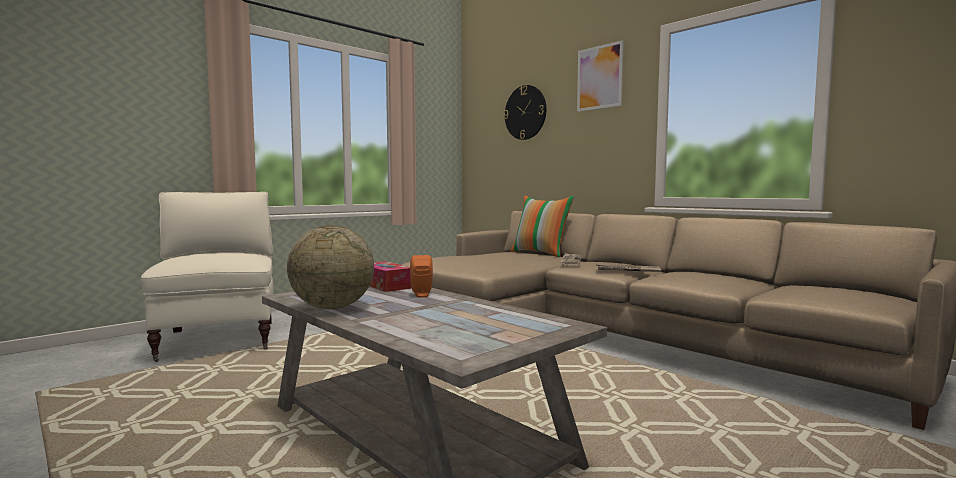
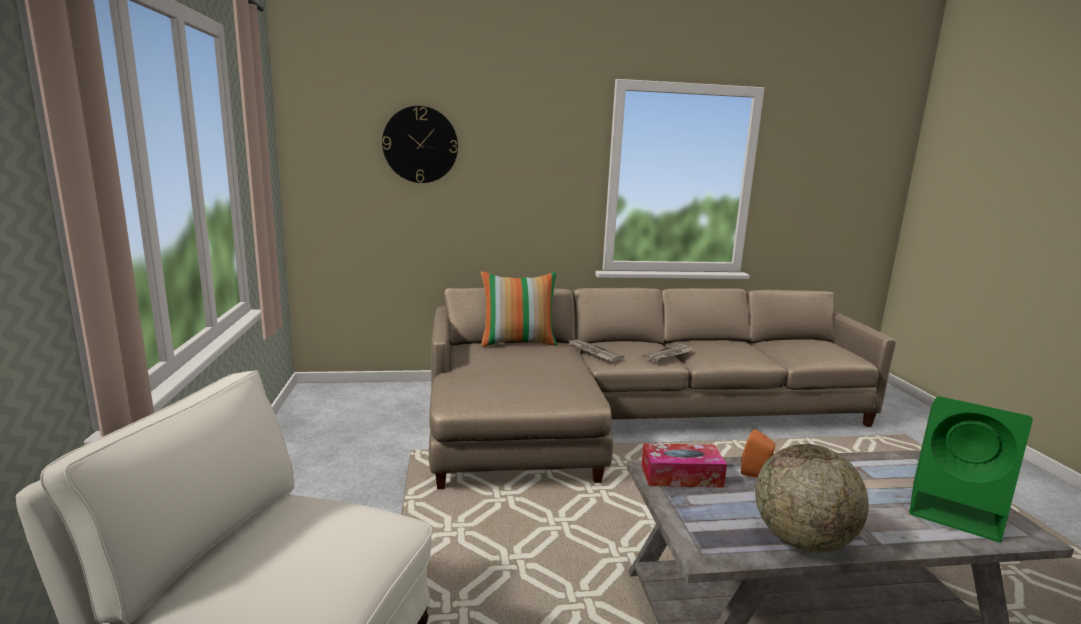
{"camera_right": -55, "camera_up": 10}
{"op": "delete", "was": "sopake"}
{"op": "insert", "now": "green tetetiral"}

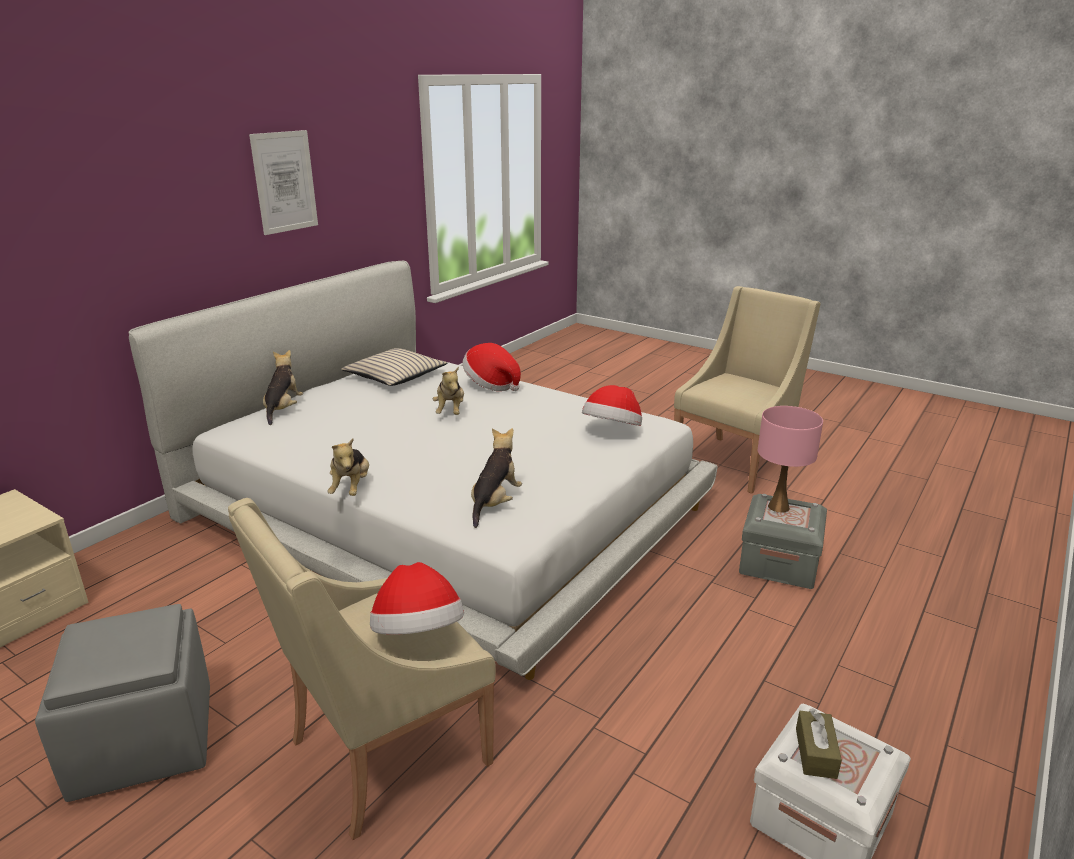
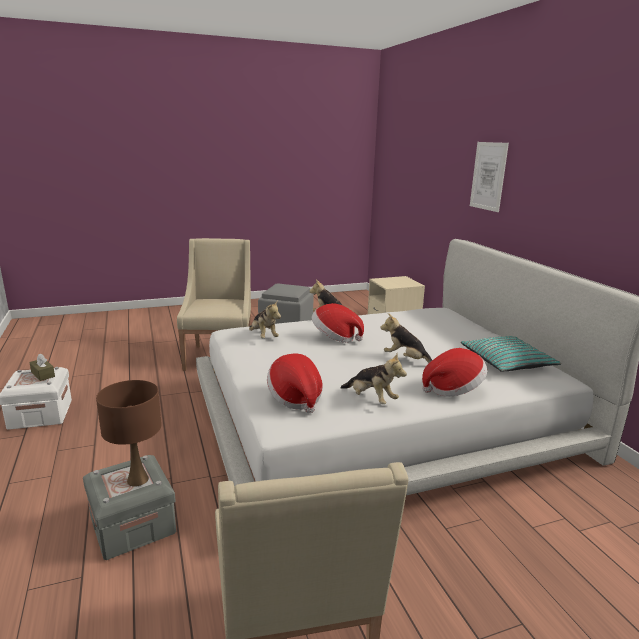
{"camera_right": 125, "camera_up": -5}
{"op": "move", "was": "sopake"}
{"op": "move", "was": "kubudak (1st from left in the first image)", "now": "kubudak (3rd from left)"}
{"op": "move", "was": "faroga (1st from left in the first image)", "now": "faroga (2nd from left)"}
{"op": "recolor", "was": "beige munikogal", "now": "turquoise munikogal"}
{"op": "recolor", "was": "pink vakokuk", "now": "brown vakokuk"}

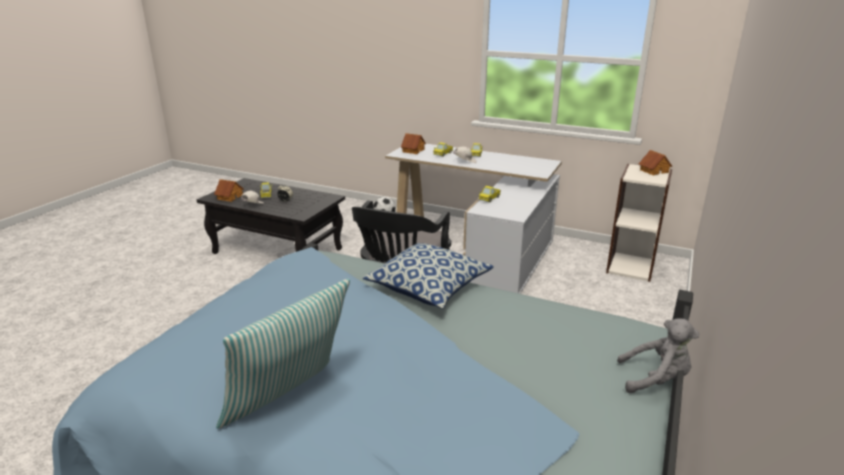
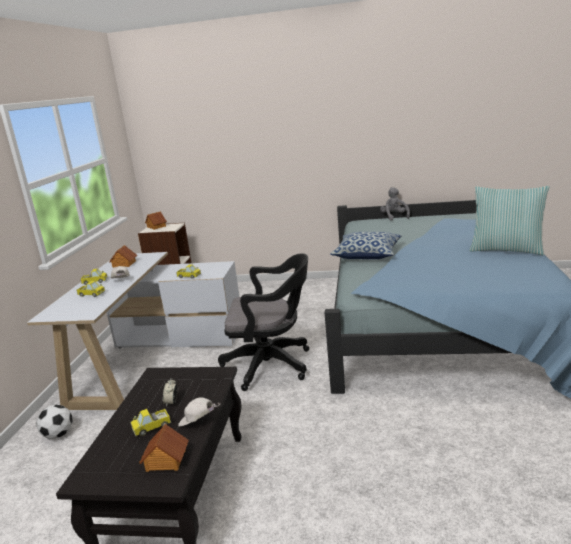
{"camera_right": -105, "camera_up": -5}
{"op": "move", "was": "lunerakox (2nd from left in the first image)", "now": "lunerakox (1st from left)"}

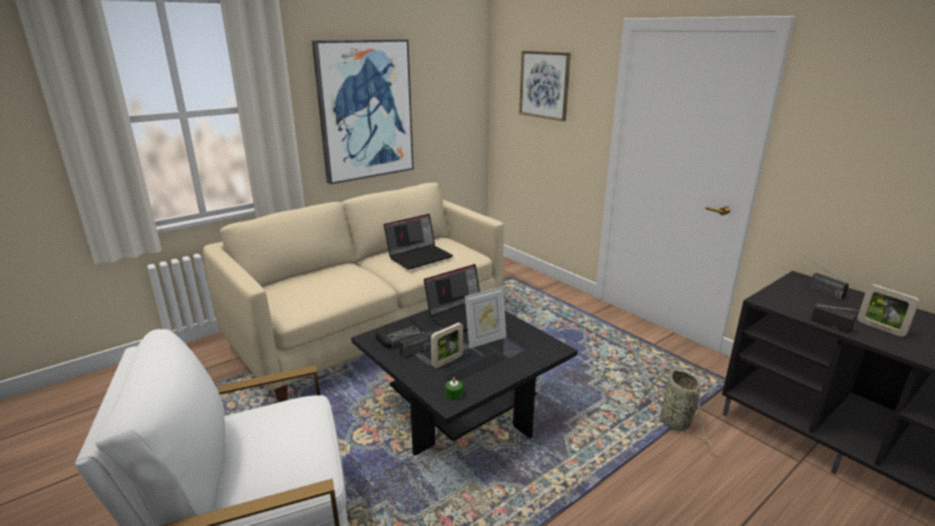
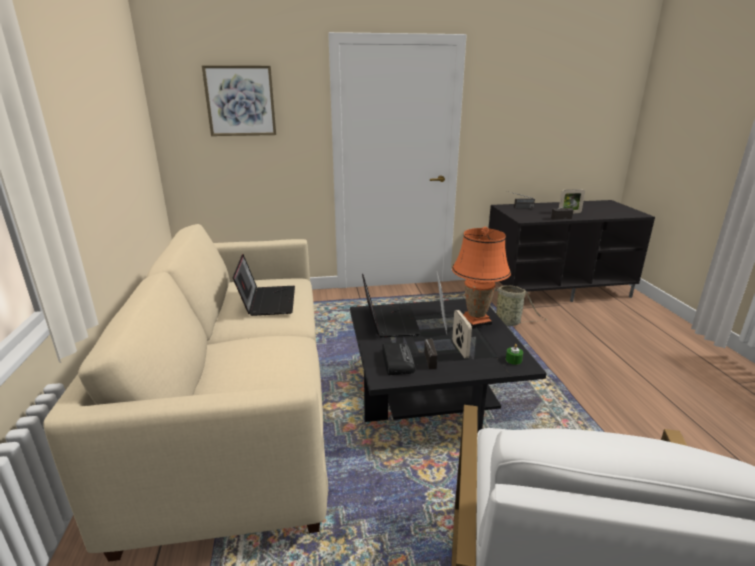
{"camera_right": -60, "camera_up": 0}
{"op": "delete", "was": "sopake (1st from left)"}
{"op": "insert", "now": "orange vakokuk"}

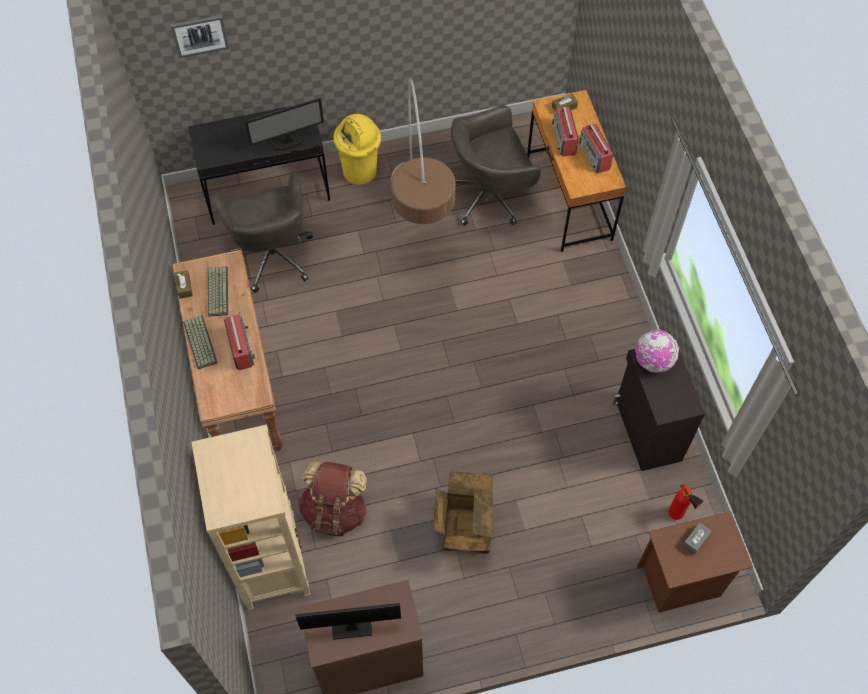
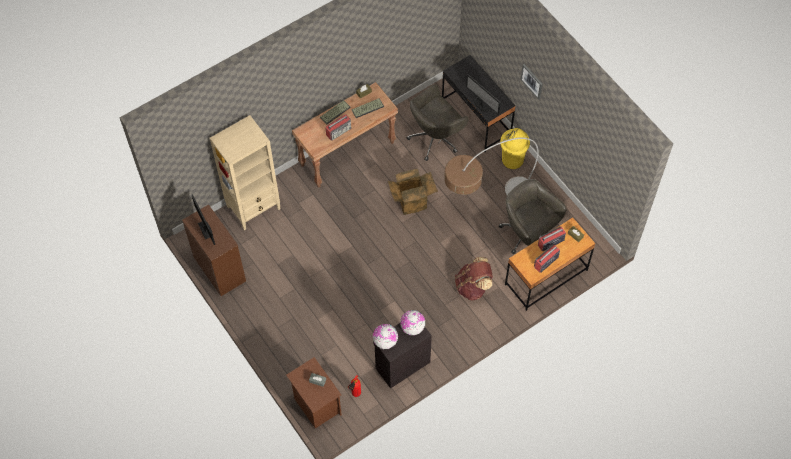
{"camera_right": 70, "camera_up": 0}
{"op": "insert", "now": "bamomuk (1st from left)"}
{"op": "move", "was": "sopake"}
{"op": "move", "was": "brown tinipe"}
{"op": "move", "was": "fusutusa"}

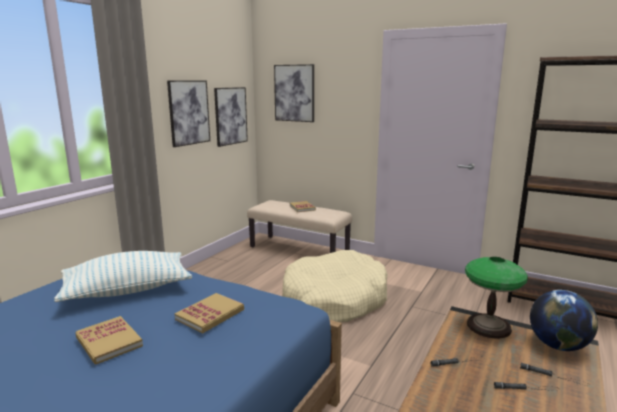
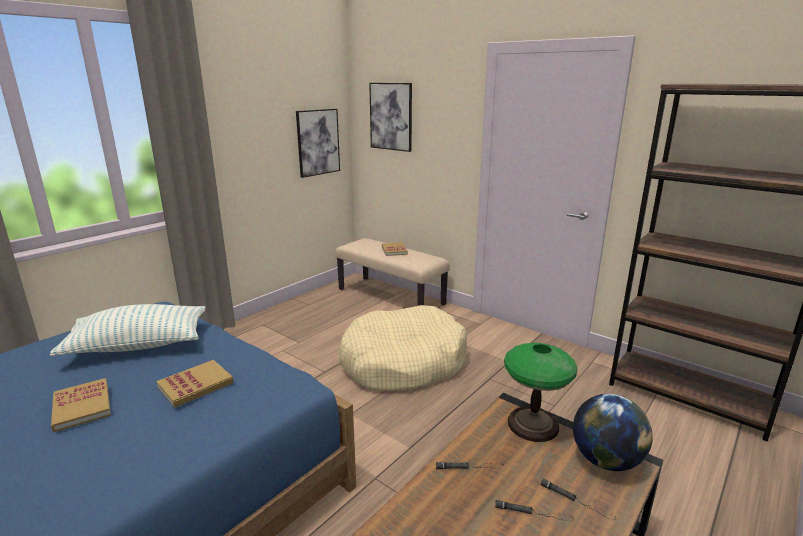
{"camera_right": 10, "camera_up": 5}
{"op": "delete", "was": "sopake (1st from left)"}

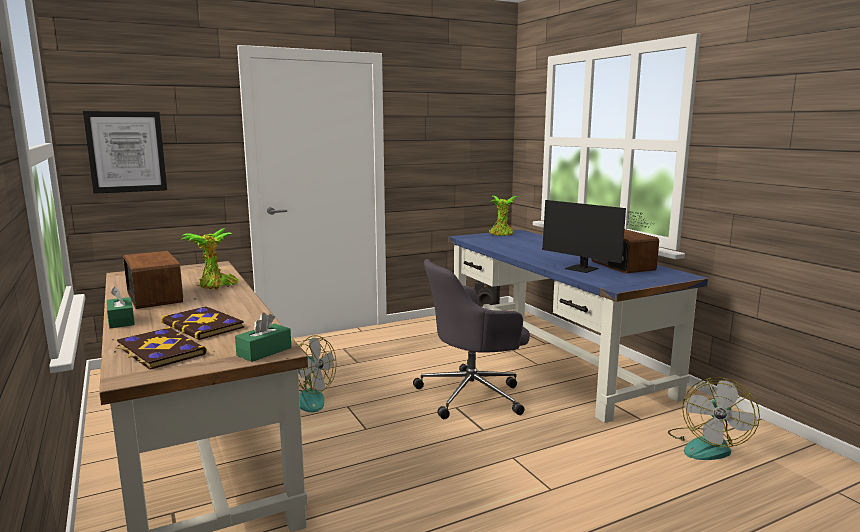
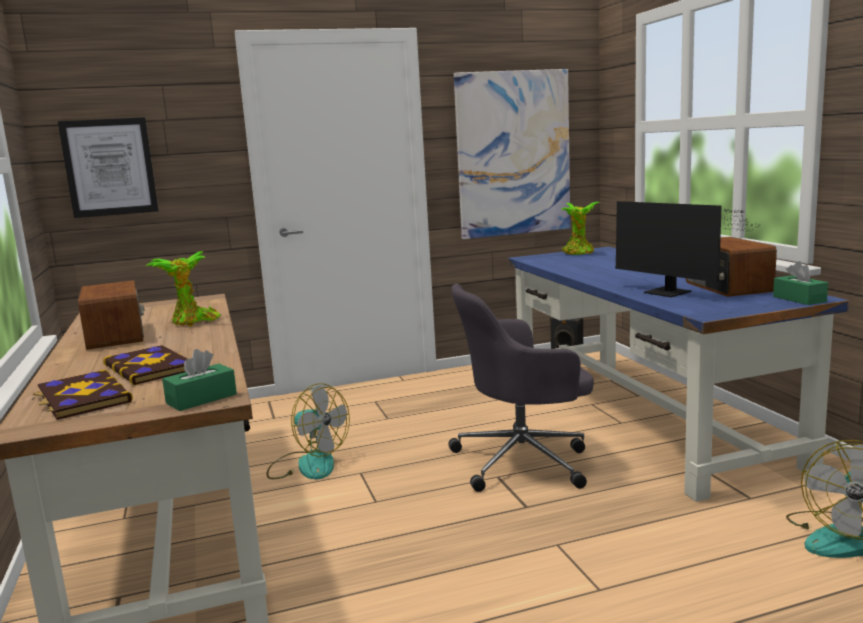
{"camera_right": 10, "camera_up": 0}
{"op": "insert", "now": "sopake (2nd from left)"}
{"op": "move", "was": "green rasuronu (1st from left in the first image)", "now": "green rasuronu (2nd from left)"}

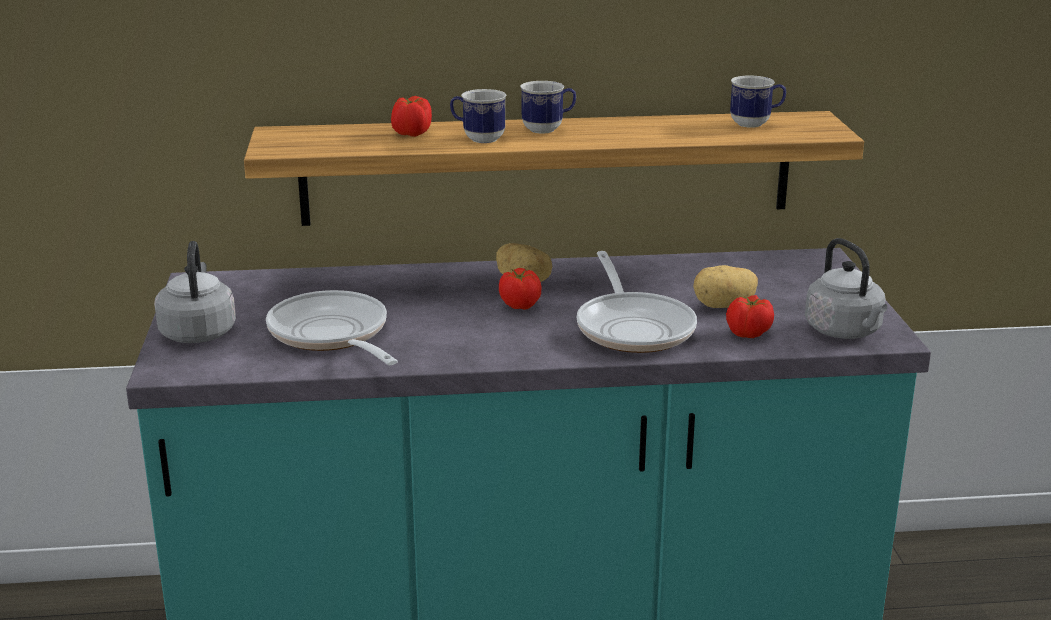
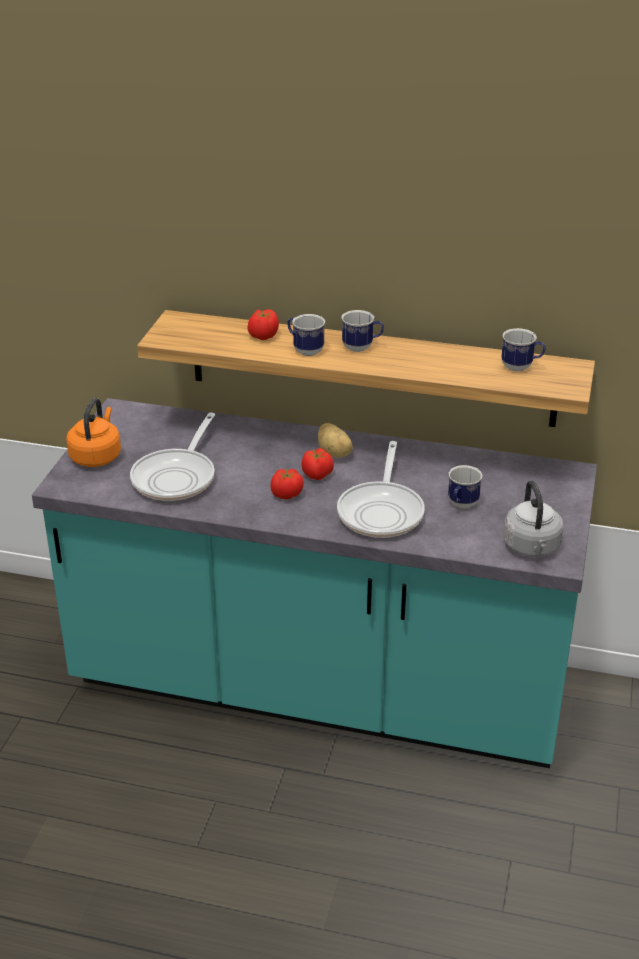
{"camera_right": 20, "camera_up": 10}
{"op": "move", "was": "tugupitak (3rd from left in the first image)", "now": "tugupitak (2nd from left)"}
{"op": "replace", "was": "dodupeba (2nd from left)", "now": "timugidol (3rd from left)"}
{"op": "recolor", "was": "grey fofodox (1st from left)", "now": "orange fofodox"}
{"op": "rotate", "was": "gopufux (1st from left)", "clockwise": -150}

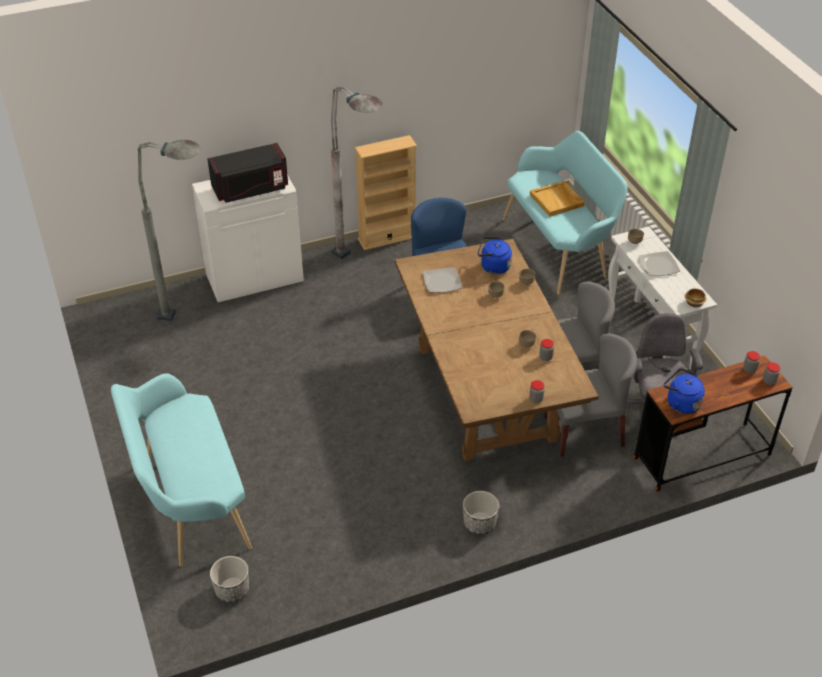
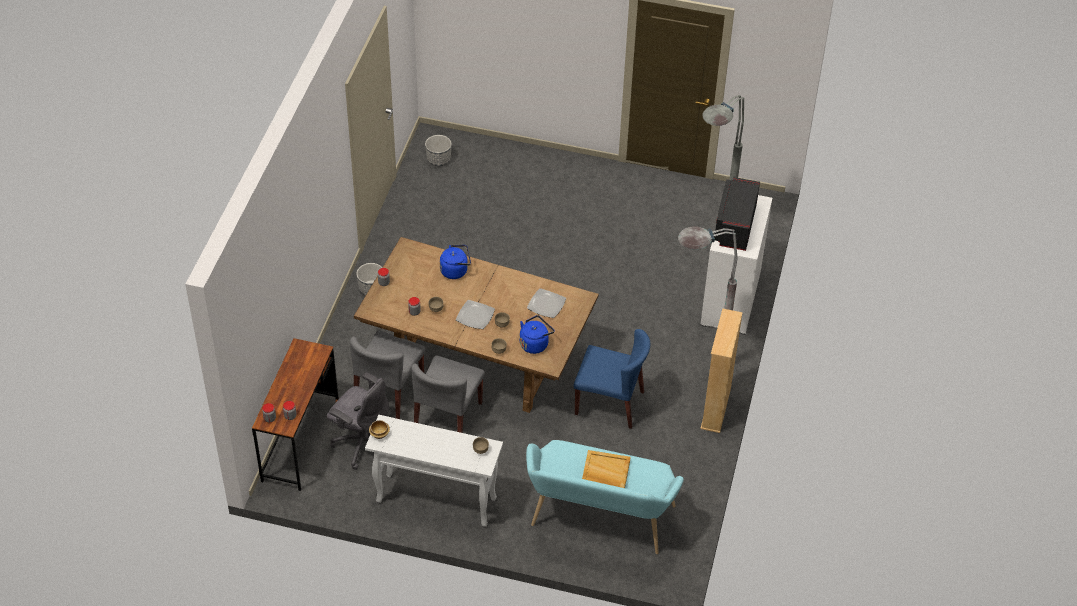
{"camera_right": 125, "camera_up": 5}
{"op": "delete", "was": "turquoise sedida (1st from left)"}
{"op": "move", "was": "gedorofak (2nd from left in the first image)", "now": "gedorofak (1st from left)"}
{"op": "move", "was": "blue fofodox (2nd from left in the first image)", "now": "blue fofodox (1st from left)"}

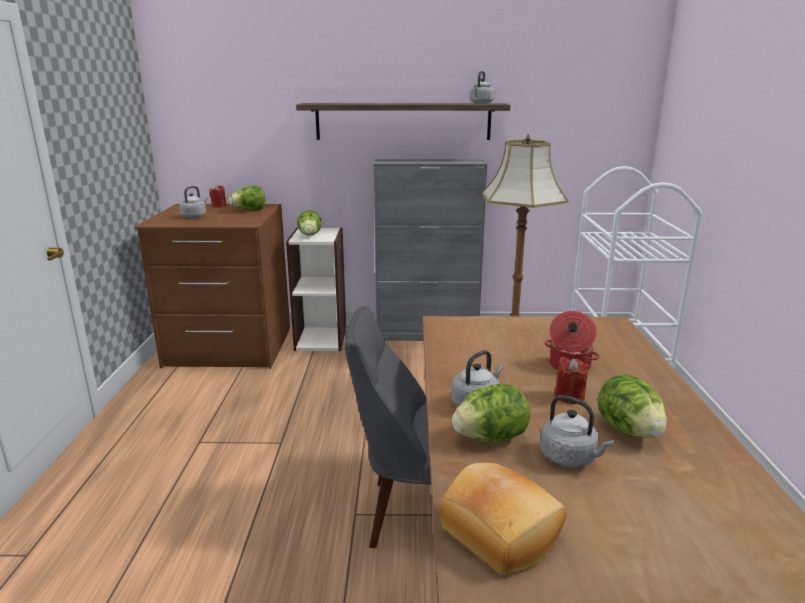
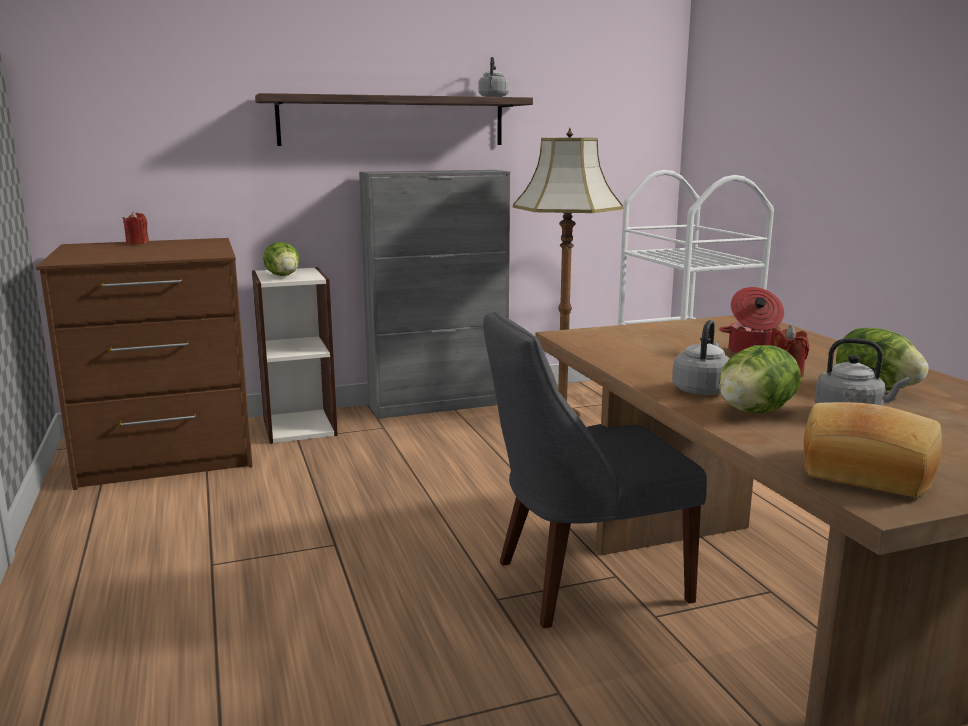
{"camera_right": -20, "camera_up": -5}
{"op": "delete", "was": "grey fofodox (1st from left)"}
{"op": "delete", "was": "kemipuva (1st from left)"}

